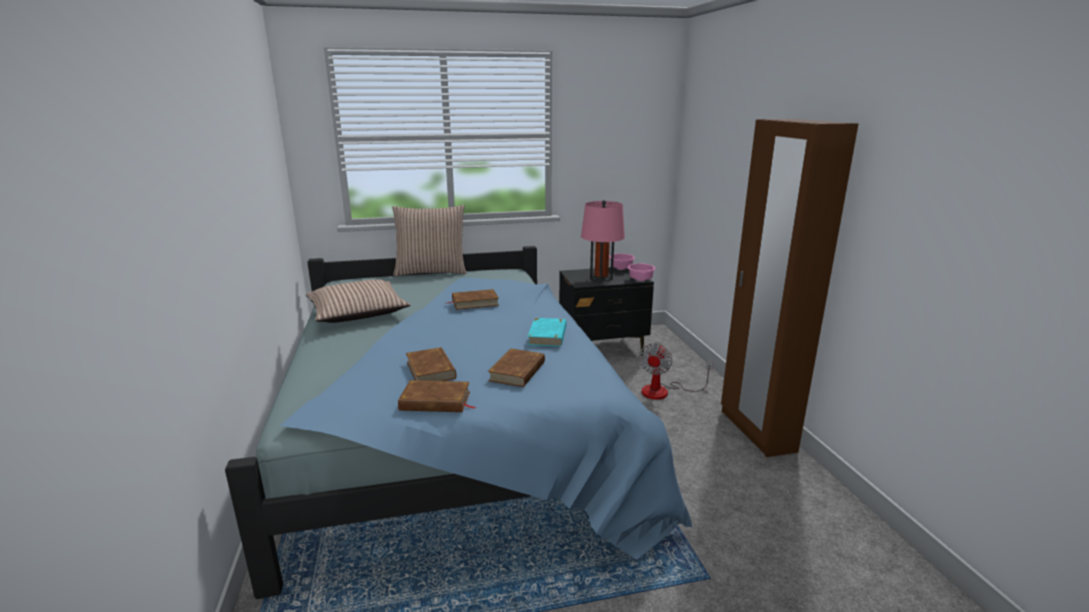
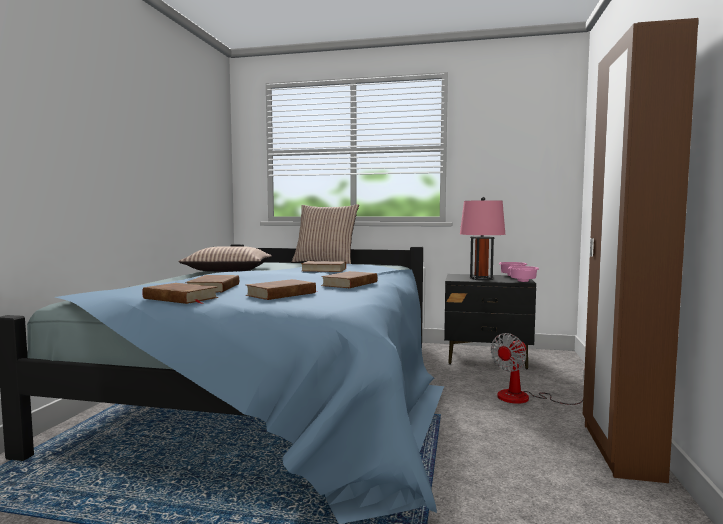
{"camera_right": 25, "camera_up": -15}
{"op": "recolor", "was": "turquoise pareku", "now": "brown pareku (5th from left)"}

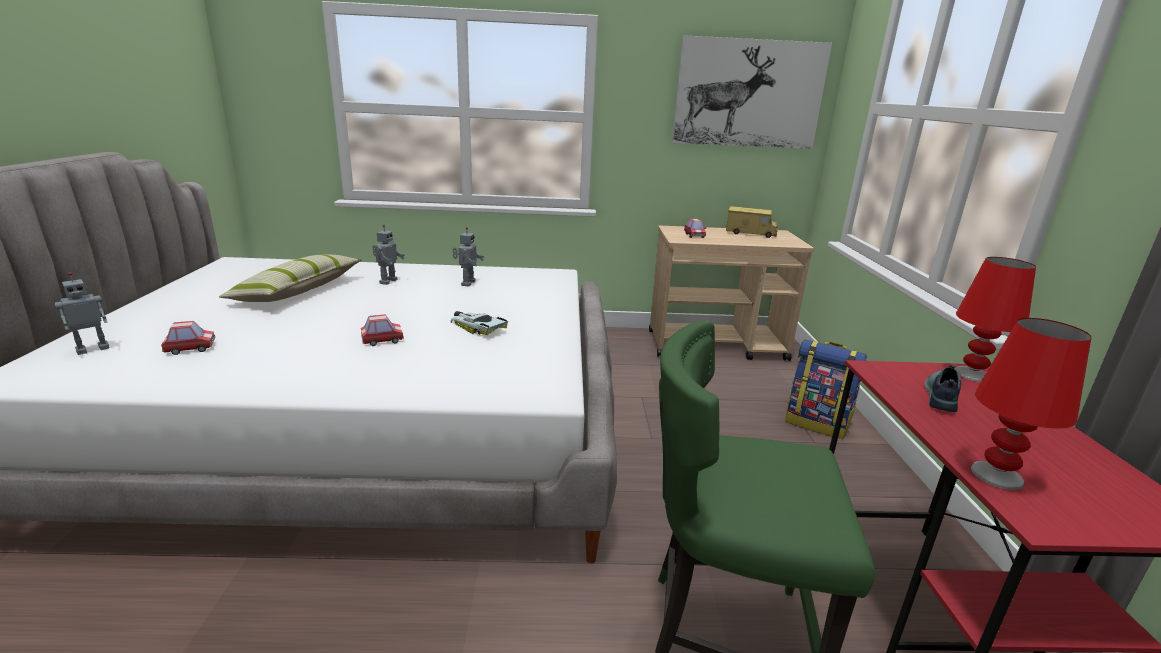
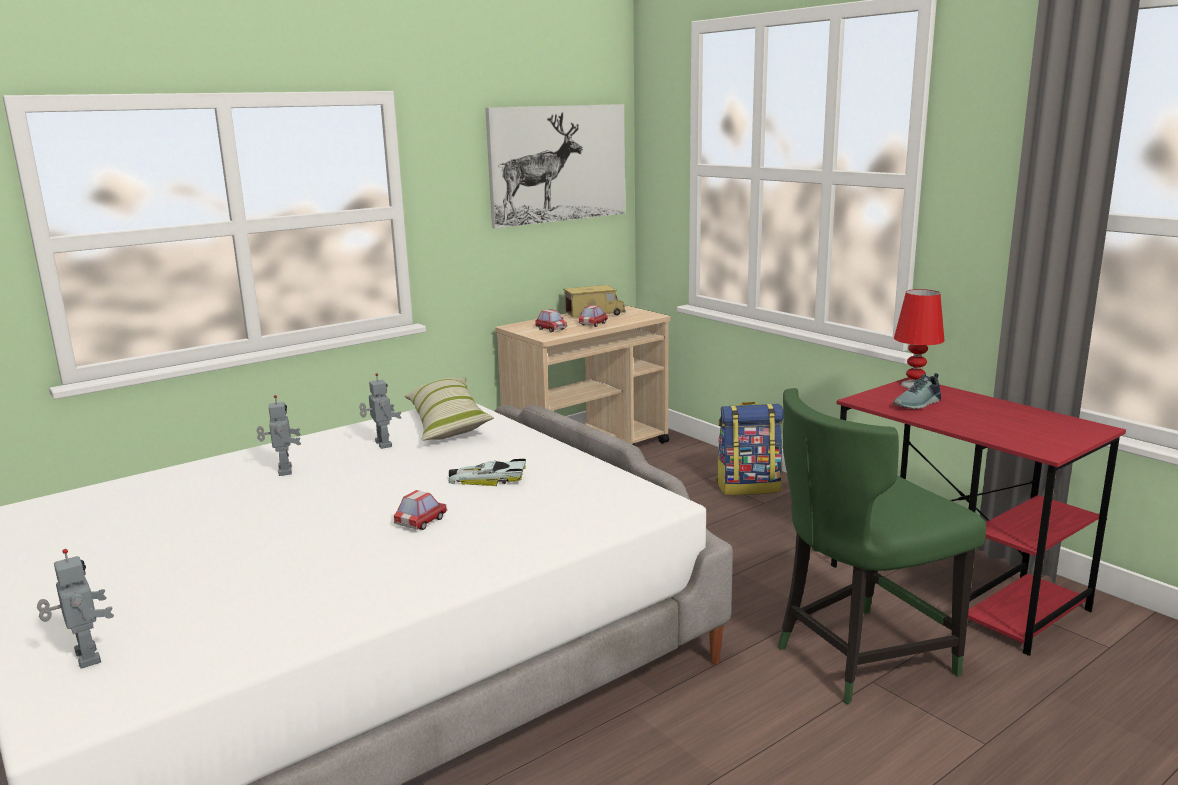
{"camera_right": -35, "camera_up": -5}
{"op": "delete", "was": "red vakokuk (2nd from left)"}
{"op": "move", "was": "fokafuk (1st from left in the first image)", "now": "fokafuk (4th from left)"}
{"op": "move", "was": "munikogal"}
{"op": "rotate", "was": "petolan (1st from left)", "clockwise": -45}
{"op": "rotate", "was": "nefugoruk", "clockwise": -120}

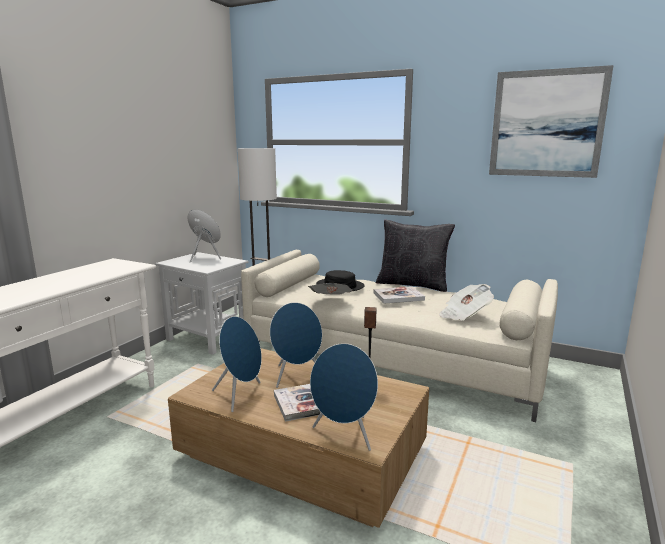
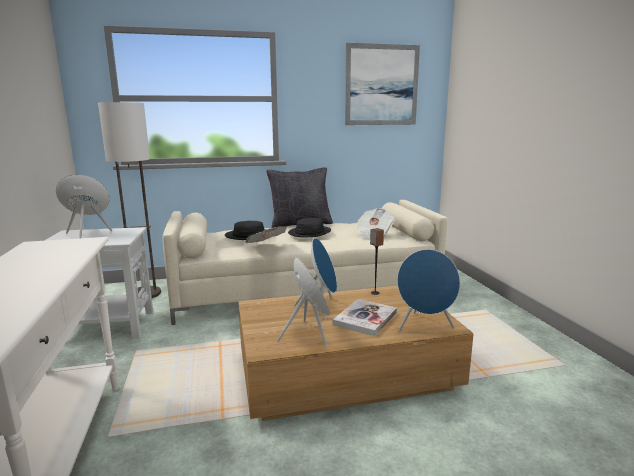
{"camera_right": -40, "camera_up": 0}
{"op": "replace", "was": "pareku (2nd from left)", "now": "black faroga (2nd from left)"}

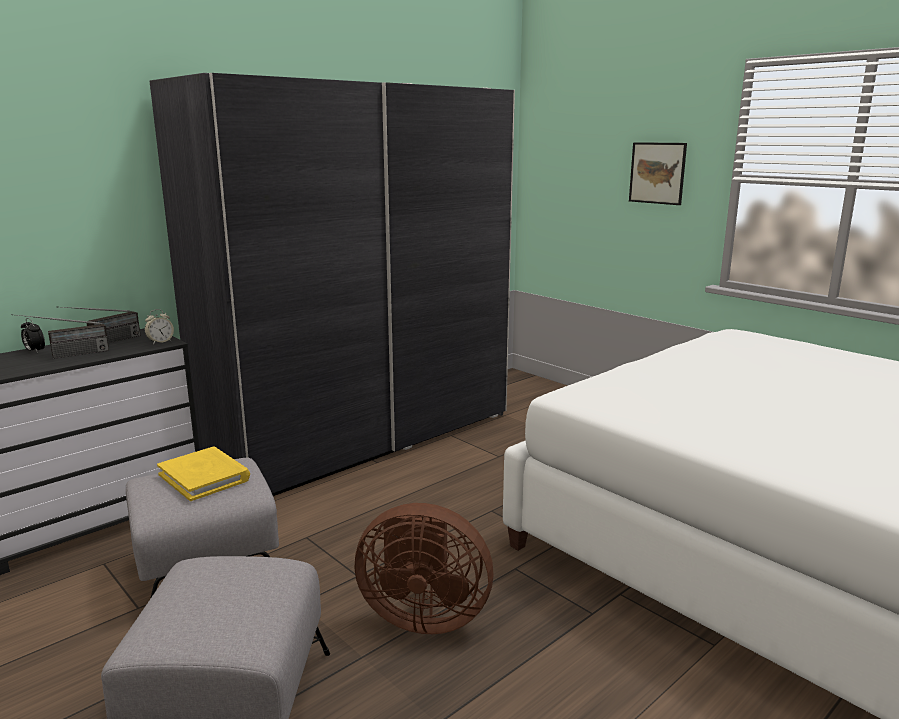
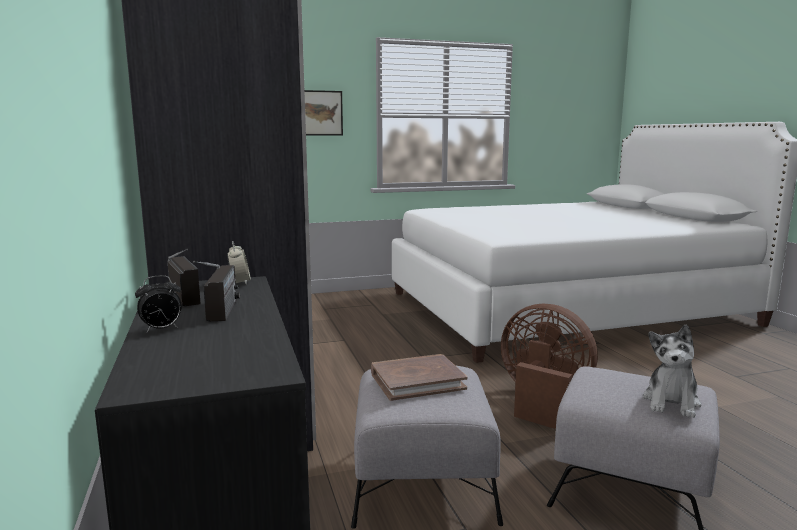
{"camera_right": -65, "camera_up": -5}
{"op": "insert", "now": "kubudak"}
{"op": "recolor", "was": "yellow pareku", "now": "brown pareku"}
{"op": "rotate", "was": "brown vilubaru", "clockwise": -90}

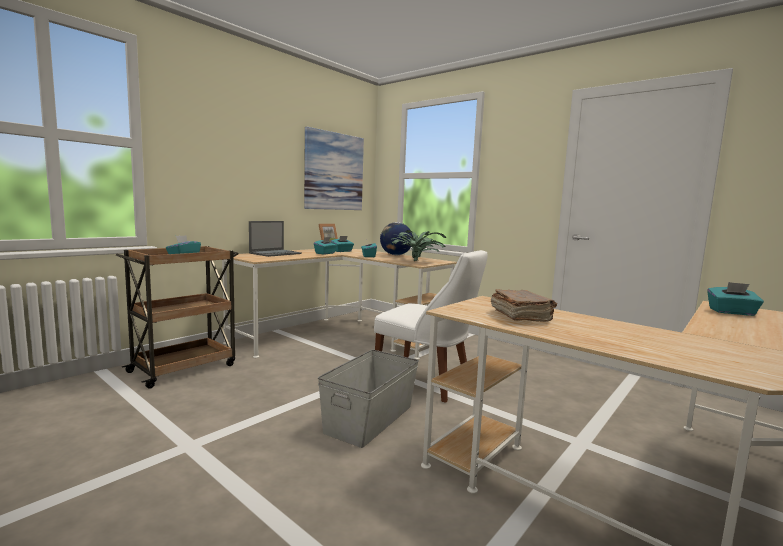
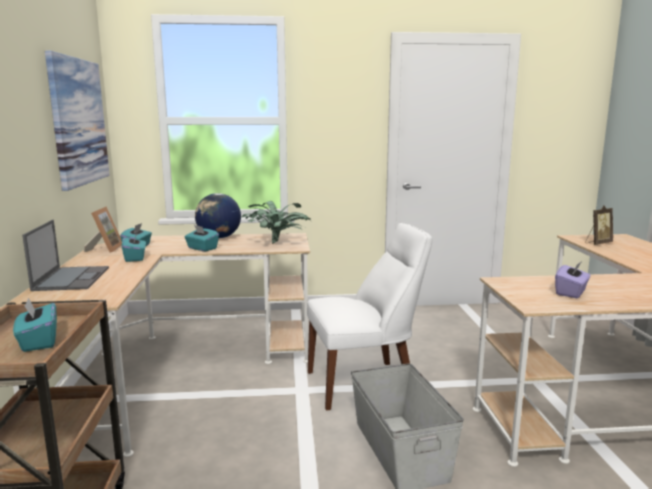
{"camera_right": -45, "camera_up": 5}
{"op": "replace", "was": "brown pareku", "now": "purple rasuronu"}
{"op": "replace", "was": "turquoise rasuronu (5th from left)", "now": "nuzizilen (2nd from left)"}

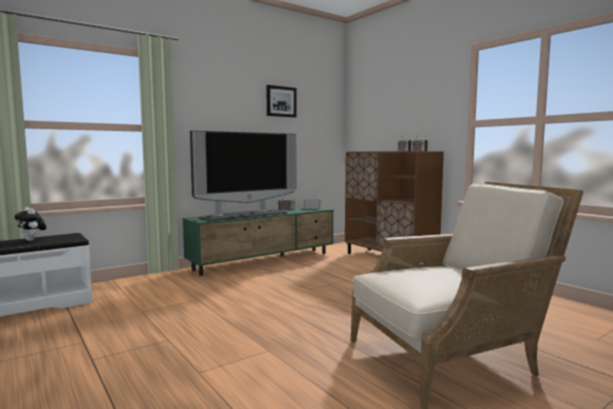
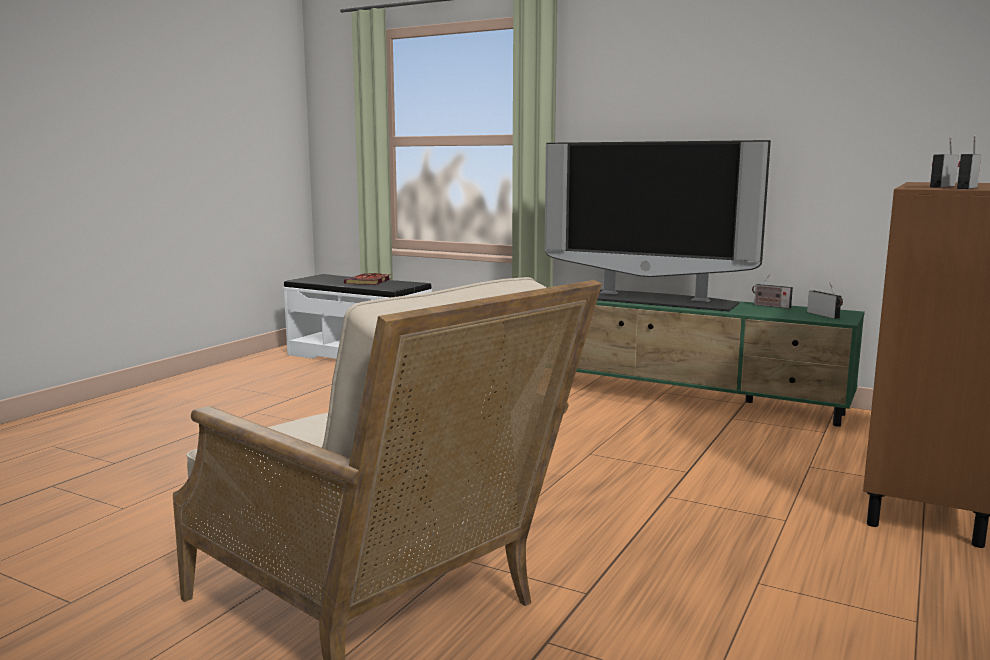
{"camera_right": 65, "camera_up": 5}
{"op": "delete", "was": "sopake"}
{"op": "replace", "was": "kubudak", "now": "pareku"}

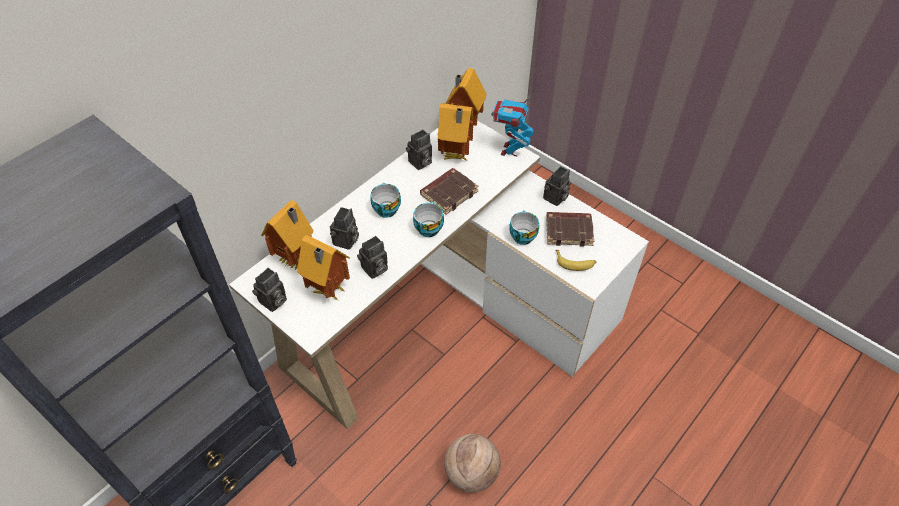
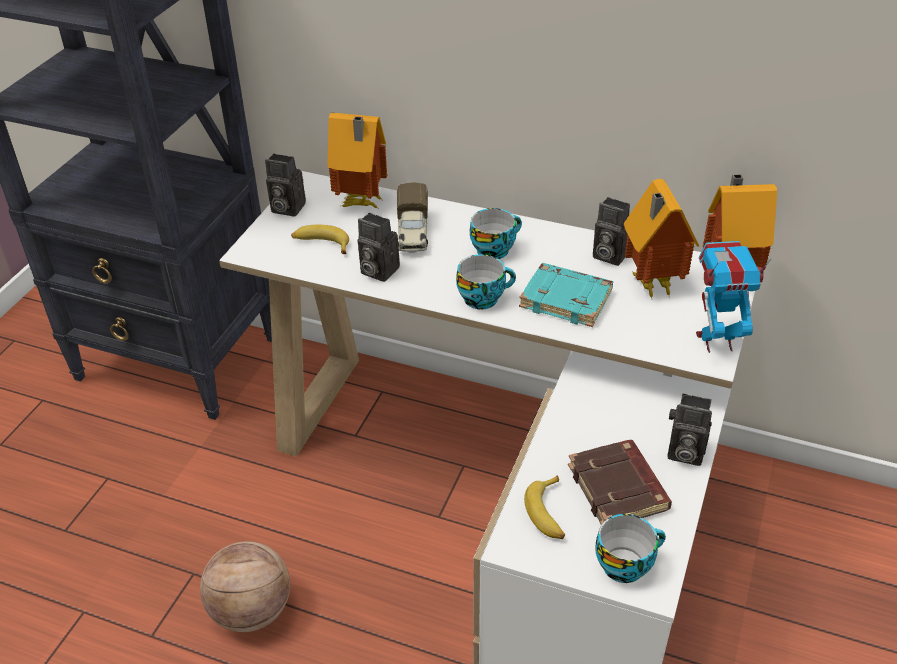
{"camera_right": 70, "camera_up": -10}
{"op": "move", "was": "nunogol (3rd from left)"}
{"op": "replace", "was": "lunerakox (2nd from left)", "now": "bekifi (1st from left)"}
{"op": "replace", "was": "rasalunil (2nd from left)", "now": "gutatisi"}
{"op": "recolor", "was": "brown pareku (1st from left)", "now": "turquoise pareku"}

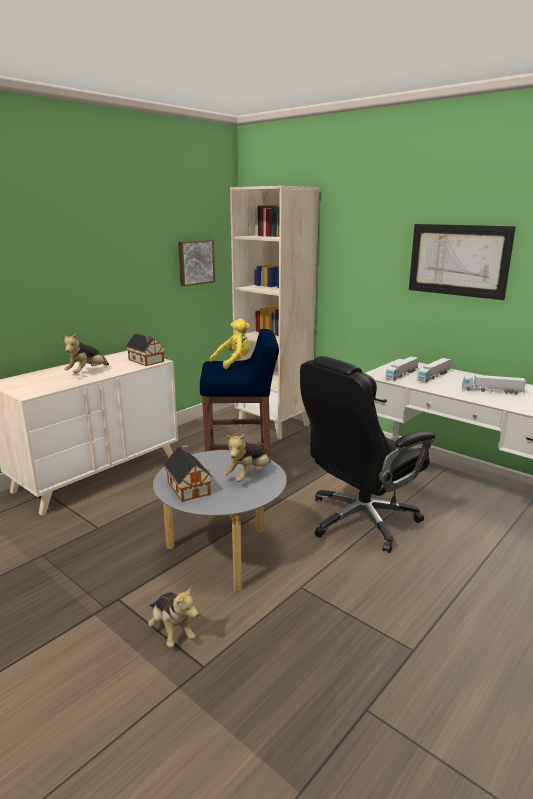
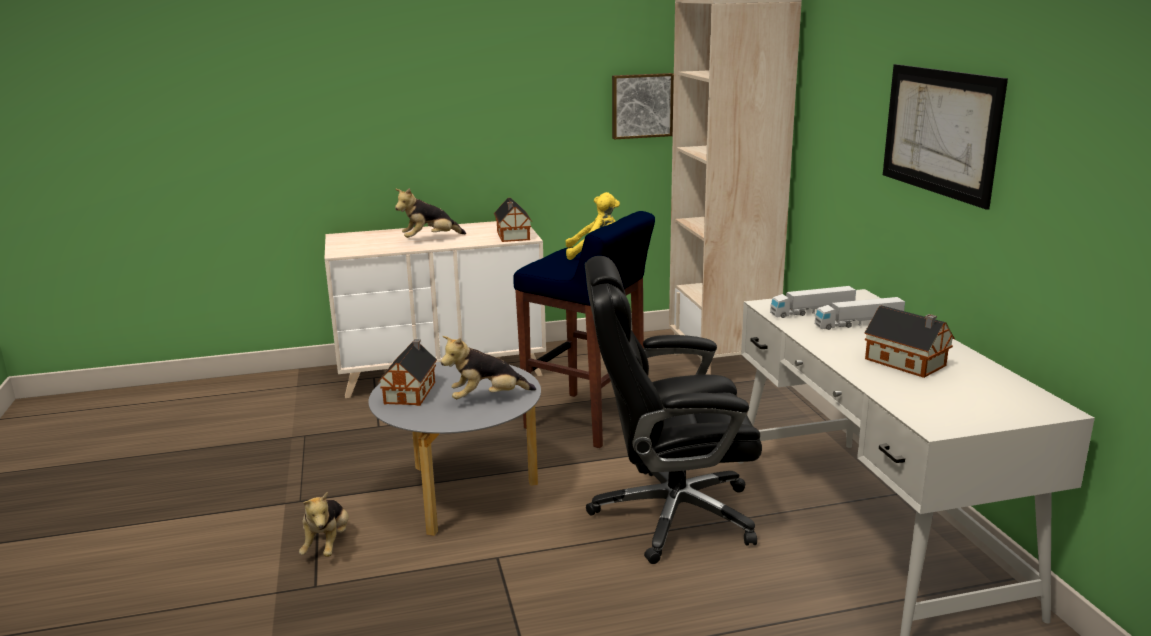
{"camera_right": 35, "camera_up": 0}
{"op": "replace", "was": "gutatisi (3rd from left)", "now": "lunerakox (3rd from left)"}

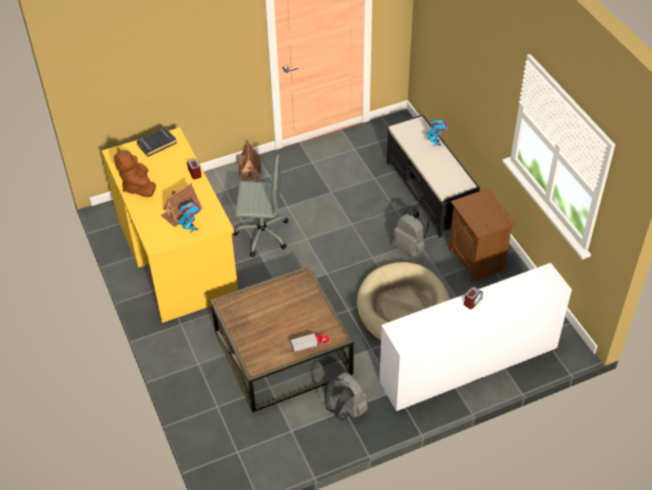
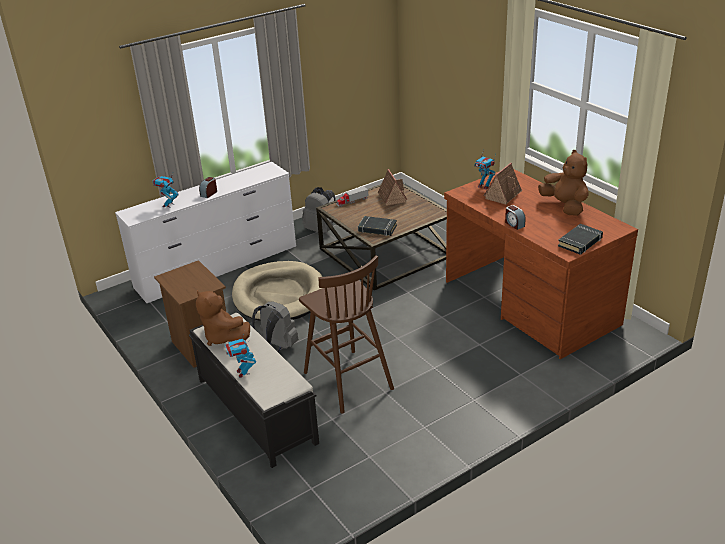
{"camera_right": 170, "camera_up": -15}
{"op": "delete", "was": "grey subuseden"}
{"op": "insert", "now": "petolan (1st from left)"}
{"op": "insert", "now": "brown kubudak (1st from left)"}
{"op": "insert", "now": "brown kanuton"}
{"op": "insert", "now": "black pareku (1st from left)"}
{"op": "move", "was": "lunerakox (2nd from left in the first image)", "now": "lunerakox (1st from left)"}
{"op": "recolor", "was": "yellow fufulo", "now": "brown fufulo"}

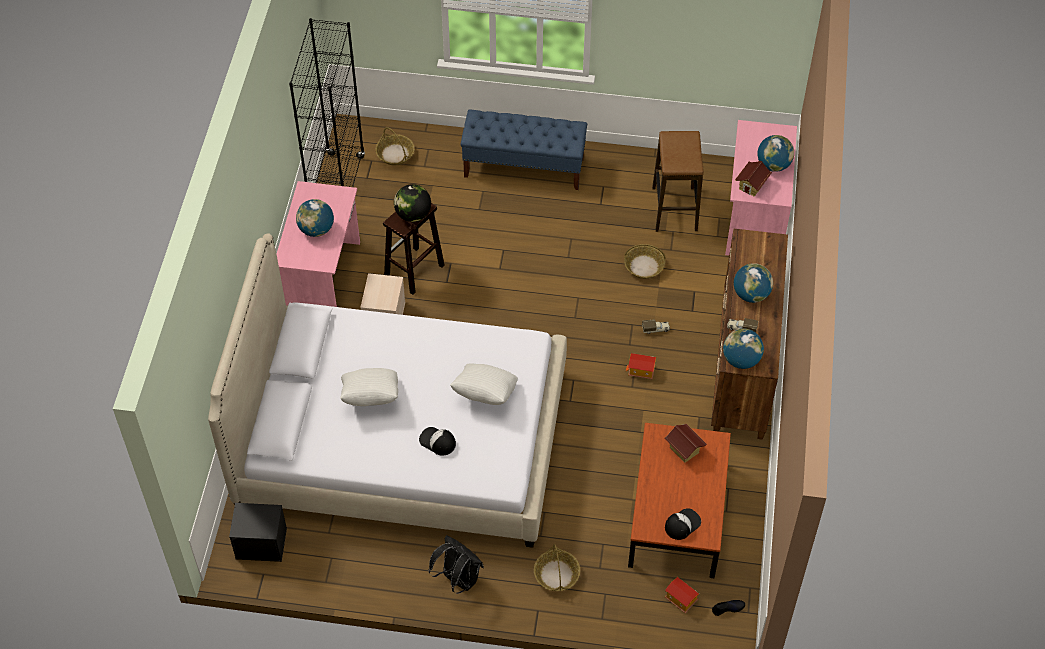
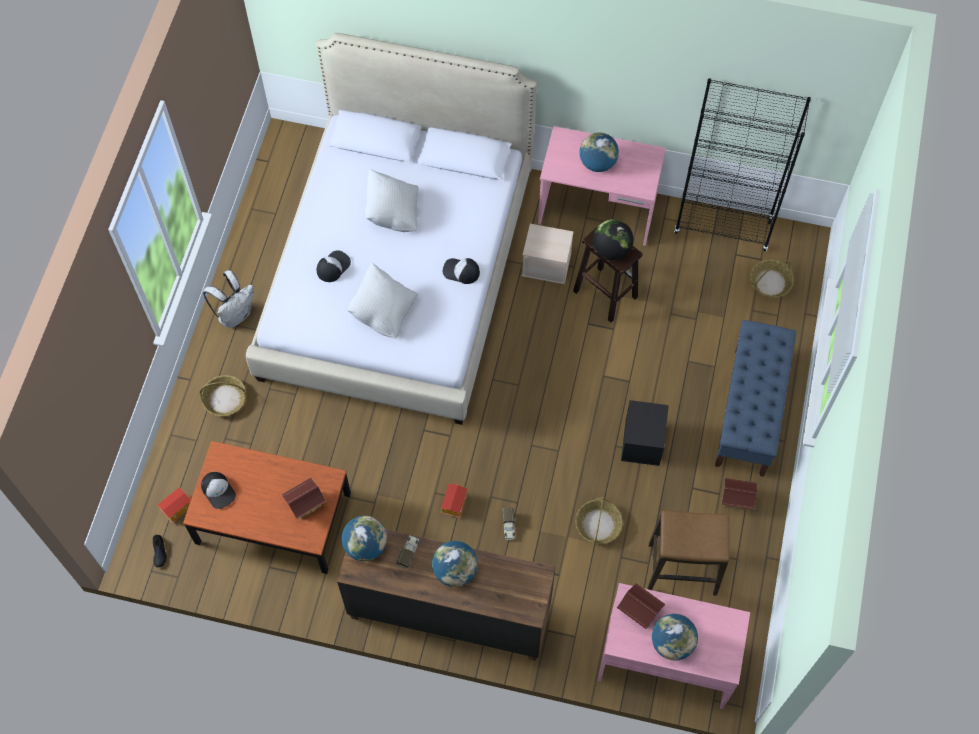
{"camera_right": 95, "camera_up": 10}
{"op": "insert", "now": "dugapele (3rd from left)"}
{"op": "insert", "now": "lunerakox (5th from left)"}
{"op": "move", "was": "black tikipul"}
{"op": "recolor", "was": "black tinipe", "now": "white tinipe"}

